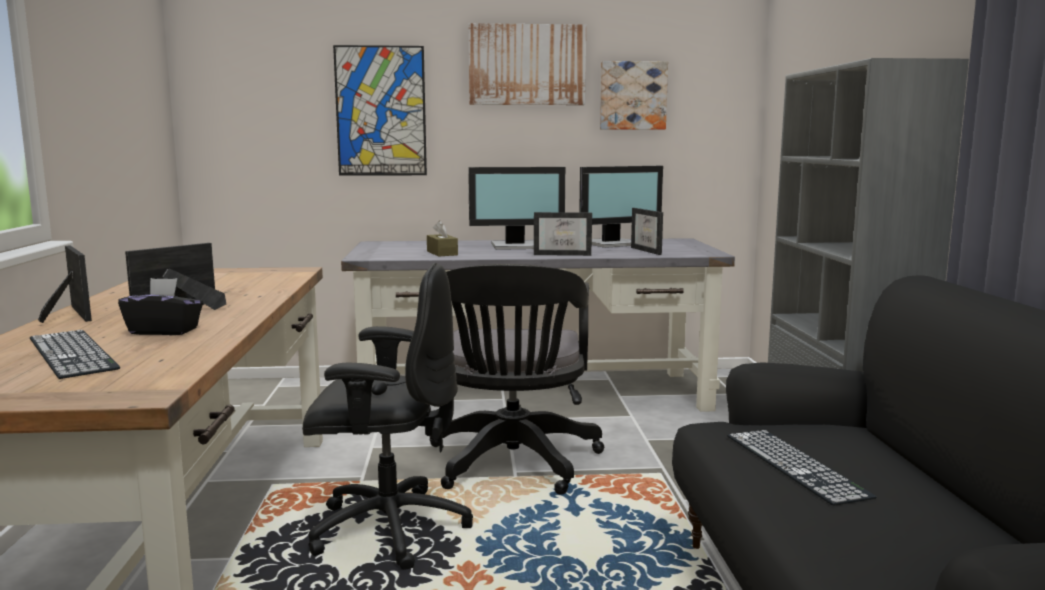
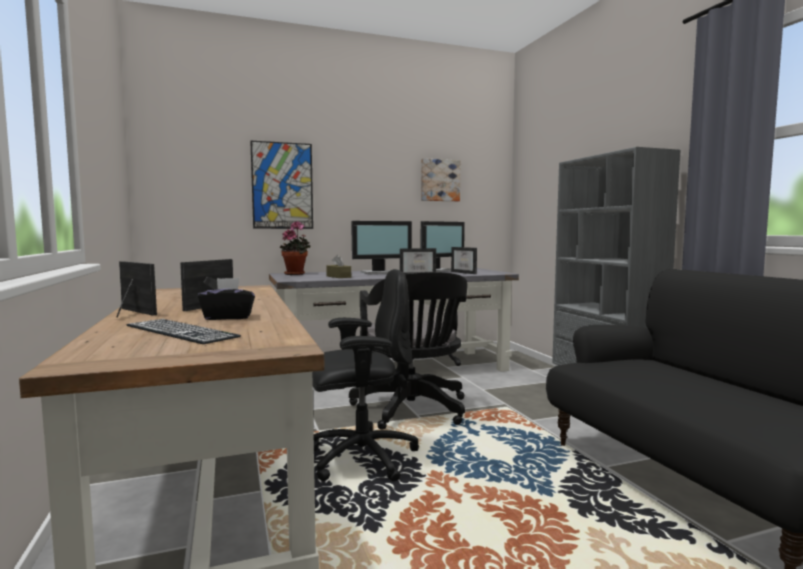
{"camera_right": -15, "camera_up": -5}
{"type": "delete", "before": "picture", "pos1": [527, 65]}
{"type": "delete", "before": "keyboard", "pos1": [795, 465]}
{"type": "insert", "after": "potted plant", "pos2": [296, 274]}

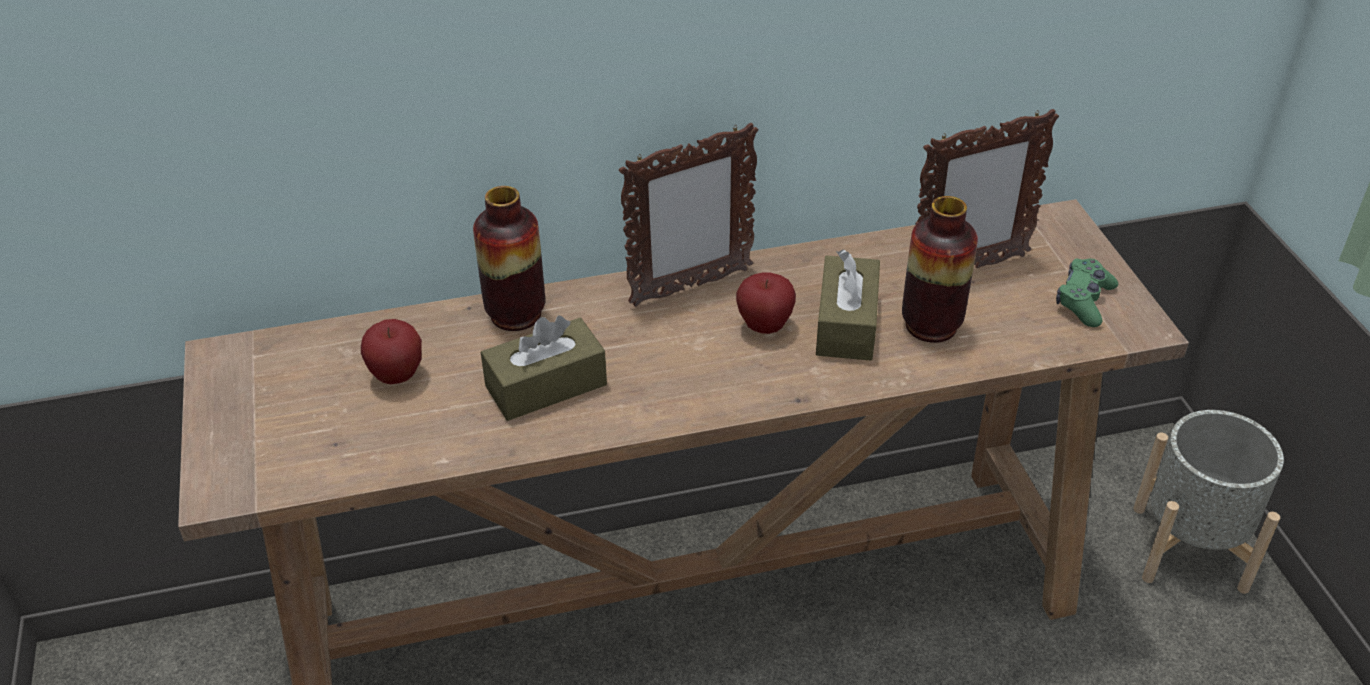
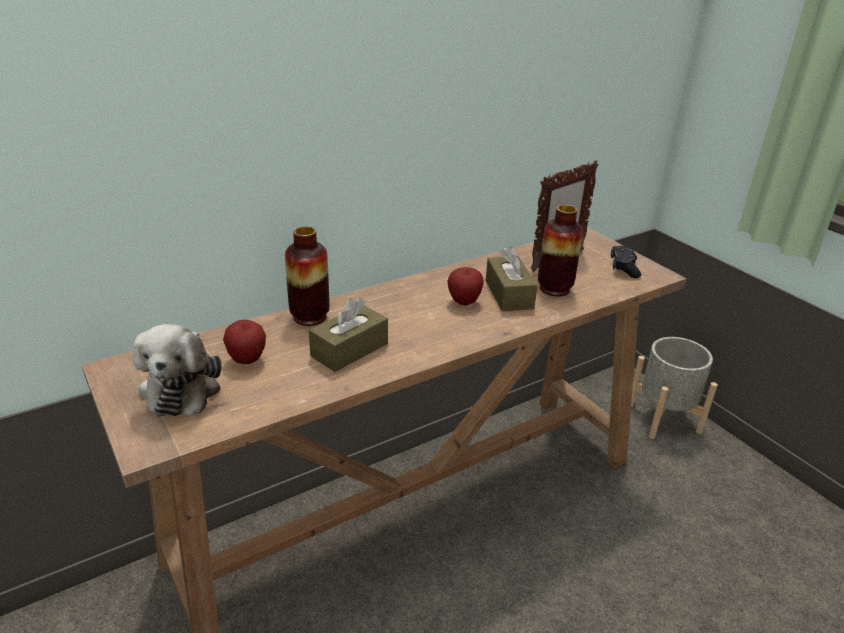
{"camera_right": -20, "camera_up": -10}
{"type": "delete", "before": "picture frame", "pos1": [689, 287]}
{"type": "insert", "after": "plush toy", "pos2": [182, 386]}
{"type": "recolor", "before": "green game controller", "after": "black game controller", "pos1": [1084, 301], "pos2": [624, 267]}

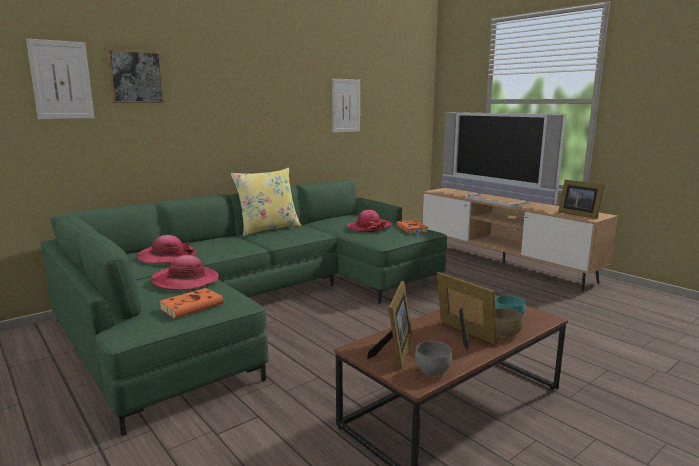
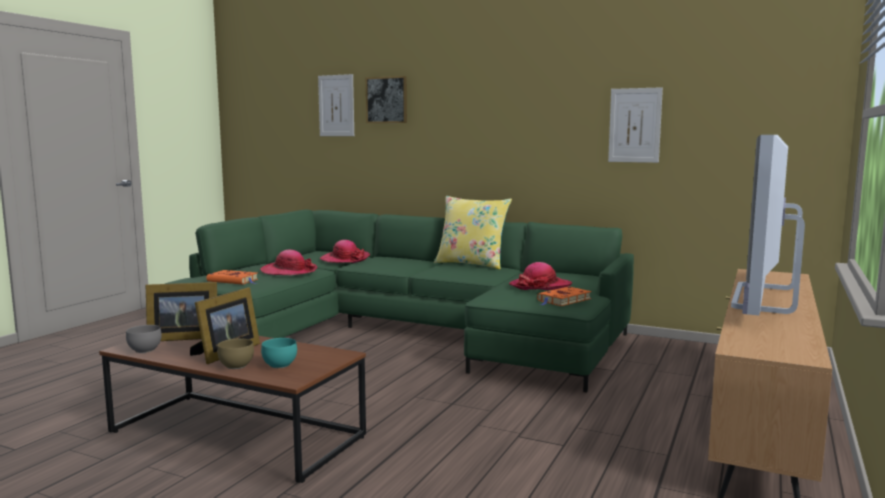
{"camera_right": 65, "camera_up": -5}
{"type": "delete", "before": "picture frame", "pos1": [578, 214]}

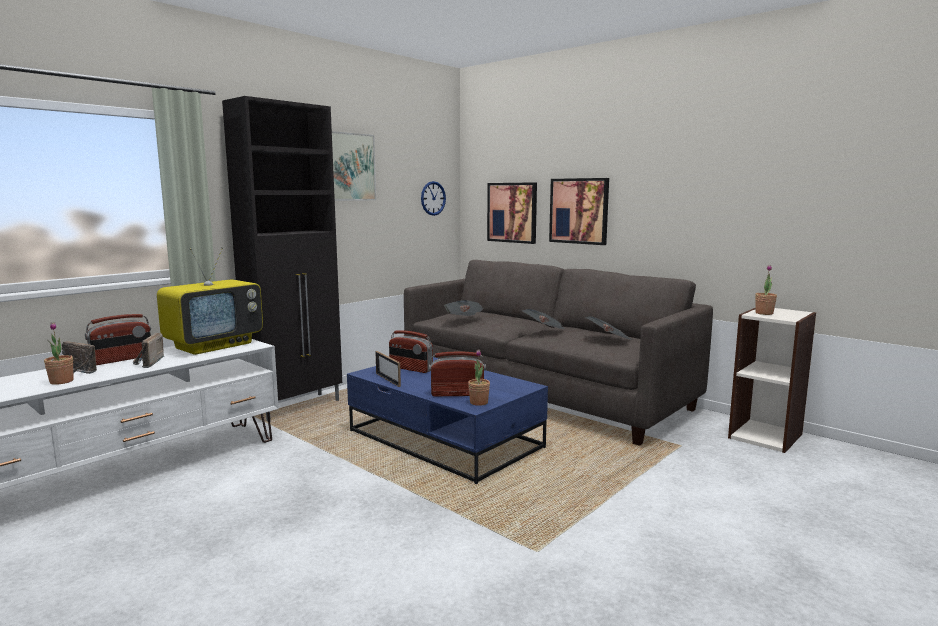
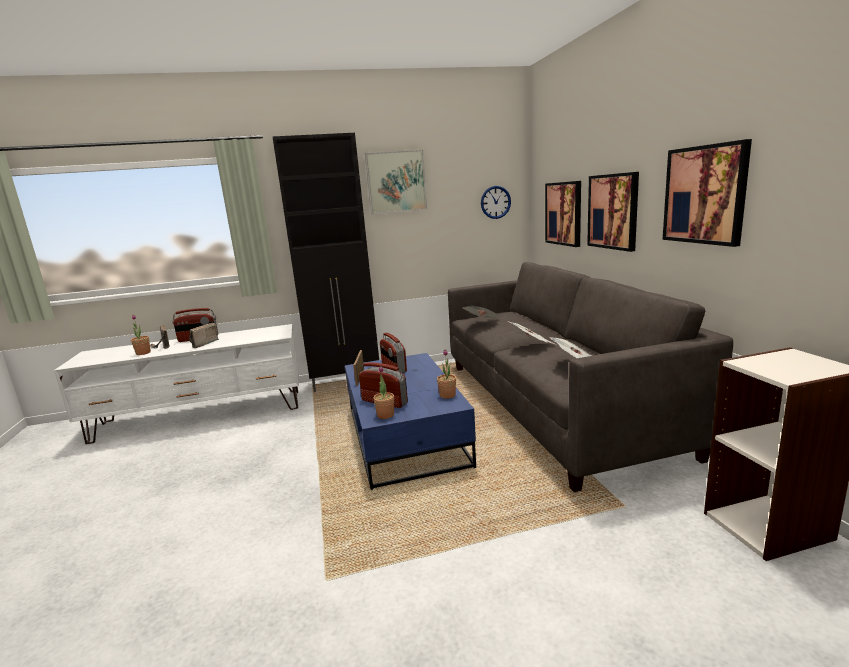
{"camera_right": 35, "camera_up": 5}
{"type": "delete", "before": "television", "pos1": [214, 345]}
{"type": "insert", "after": "picture", "pos2": [704, 195]}
{"type": "move", "before": "potted plant", "pos1": [764, 313], "pos2": [447, 395]}

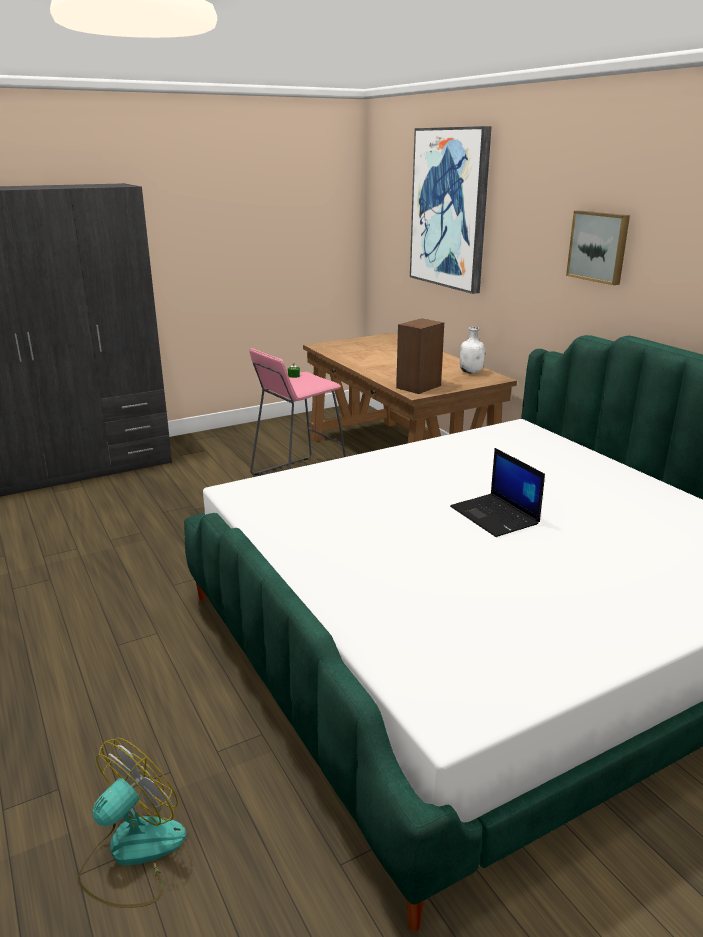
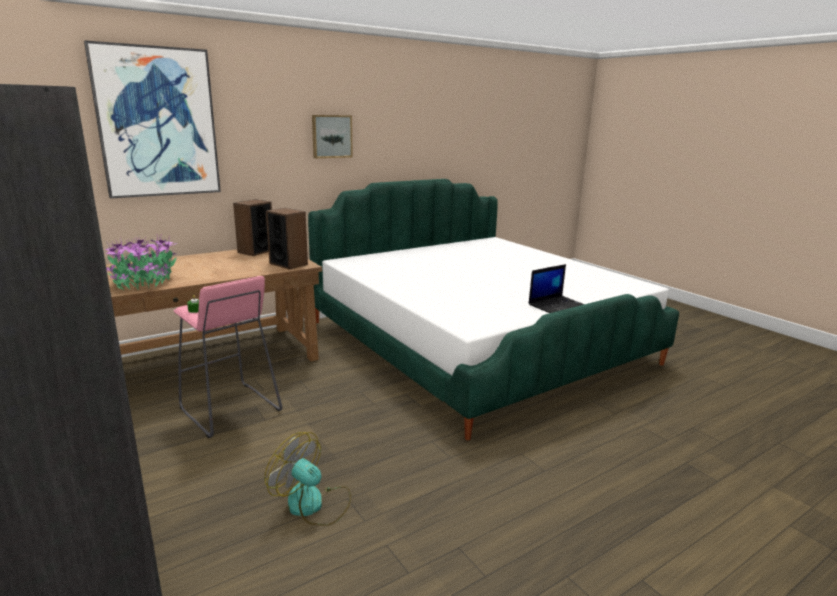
{"camera_right": -95, "camera_up": -5}
{"type": "insert", "after": "potted plant", "pos2": [144, 283]}
{"type": "move", "before": "fan", "pos1": [132, 854], "pos2": [313, 504]}
{"type": "move", "before": "laptop", "pos1": [495, 516], "pos2": [557, 305]}
{"type": "replace", "before": "white bottle", "after": "speaker", "pos1": [471, 372], "pos2": [255, 251]}

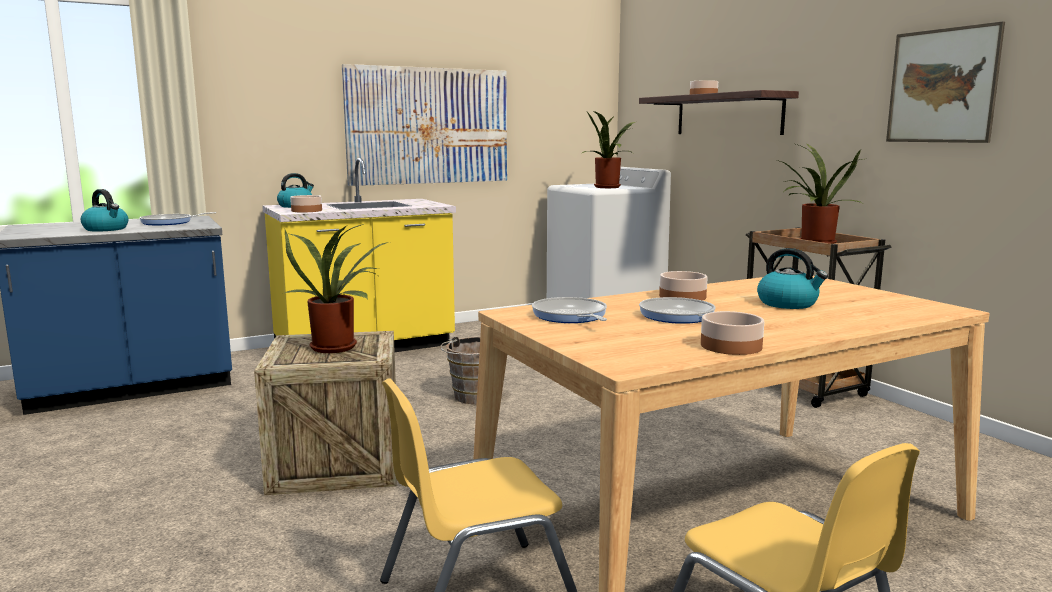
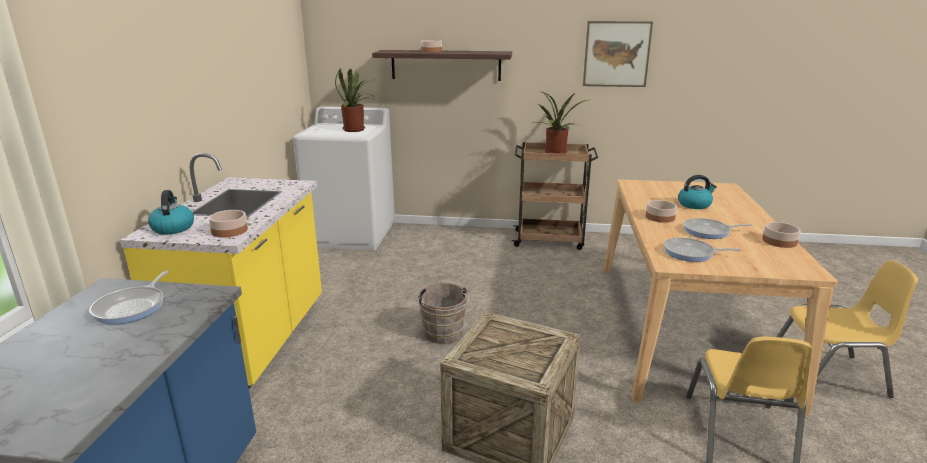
{"camera_right": -55, "camera_up": 10}
{"type": "delete", "before": "kettle", "pos1": [106, 229]}
{"type": "delete", "before": "potted plant", "pos1": [337, 346]}
{"type": "delete", "before": "picture", "pos1": [428, 126]}

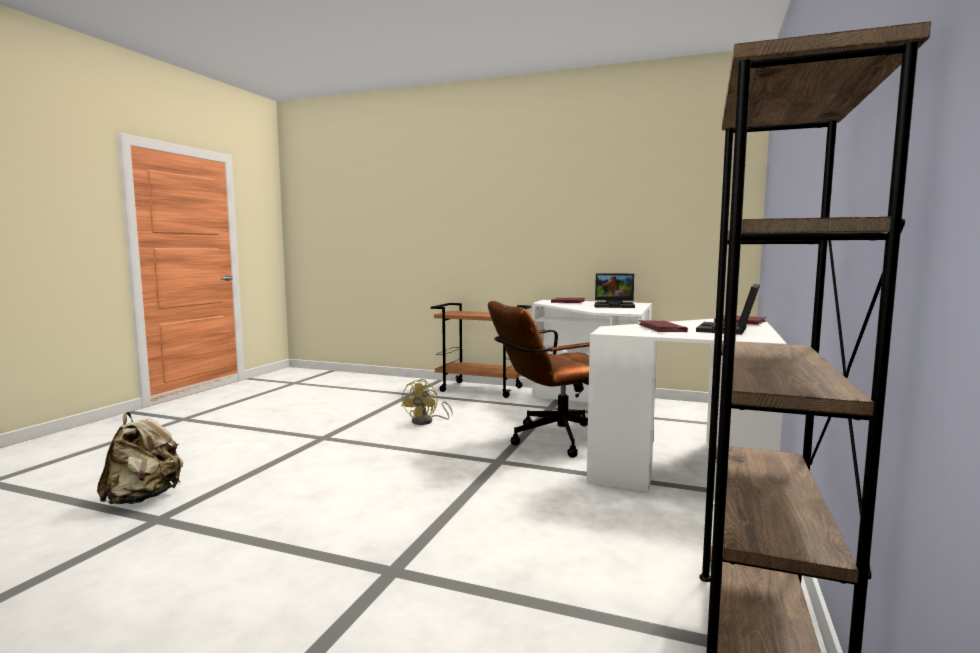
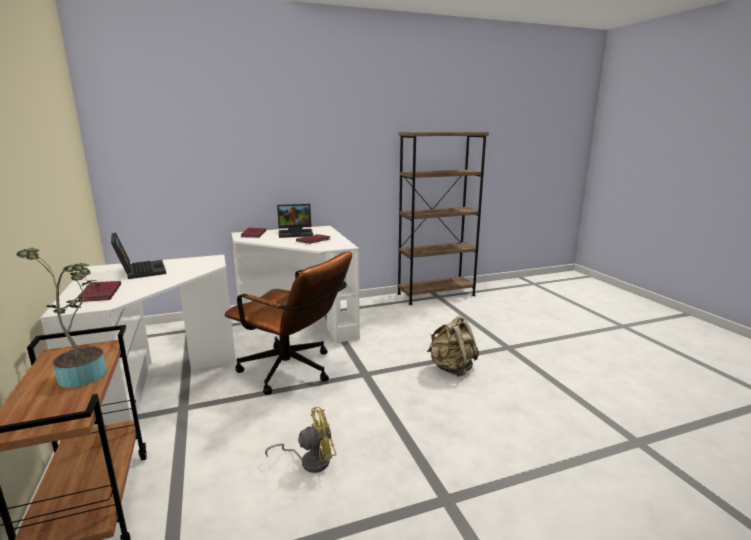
{"camera_right": -130, "camera_up": 10}
{"type": "insert", "after": "potted plant", "pos2": [85, 373]}
{"type": "move", "before": "beige backpack", "pos1": [143, 498], "pos2": [452, 368]}

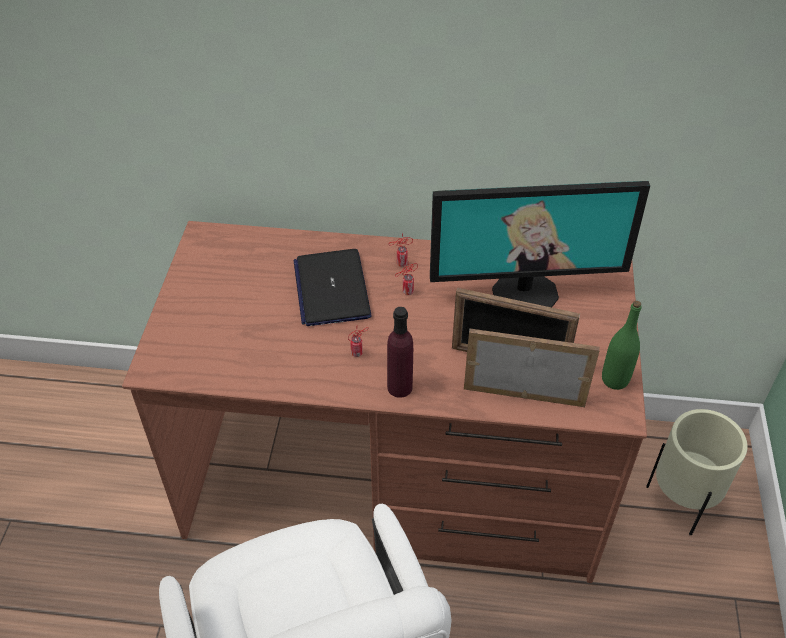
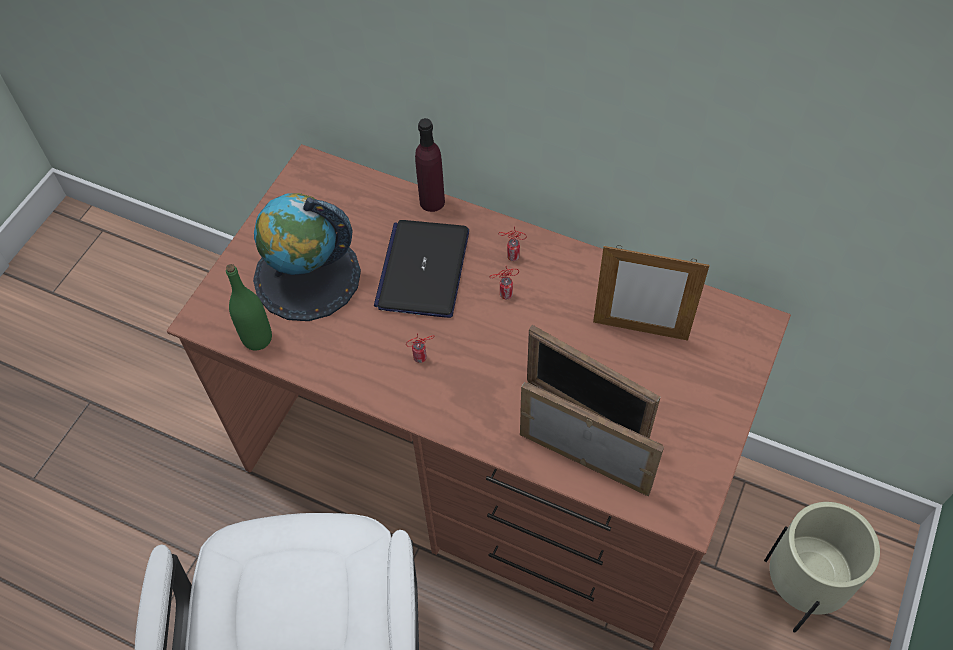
{"camera_right": 20, "camera_up": 10}
{"type": "insert", "after": "globe", "pos2": [307, 276]}
{"type": "move", "before": "purple bottle", "pos1": [399, 387], "pos2": [432, 201]}
{"type": "move", "before": "green bottle", "pos1": [615, 379], "pos2": [257, 338]}
{"type": "replace", "before": "monitor", "after": "picture frame", "pos1": [525, 292], "pos2": [640, 330]}

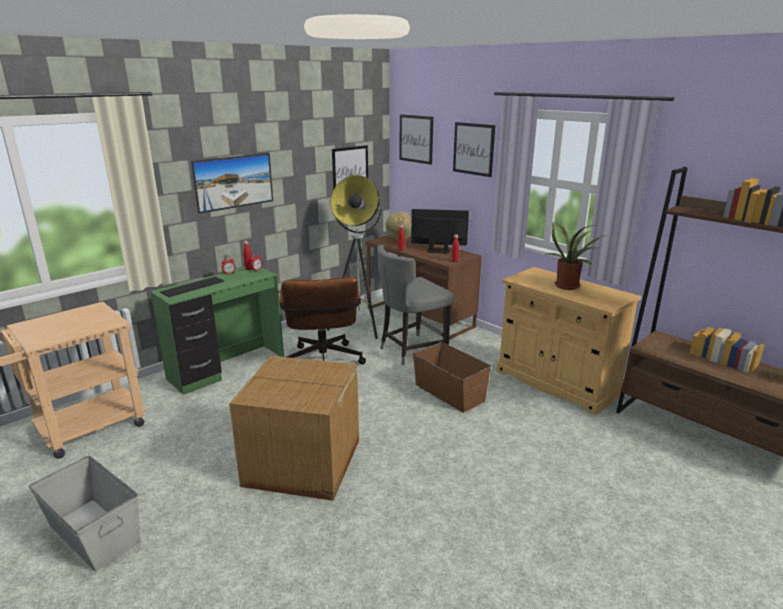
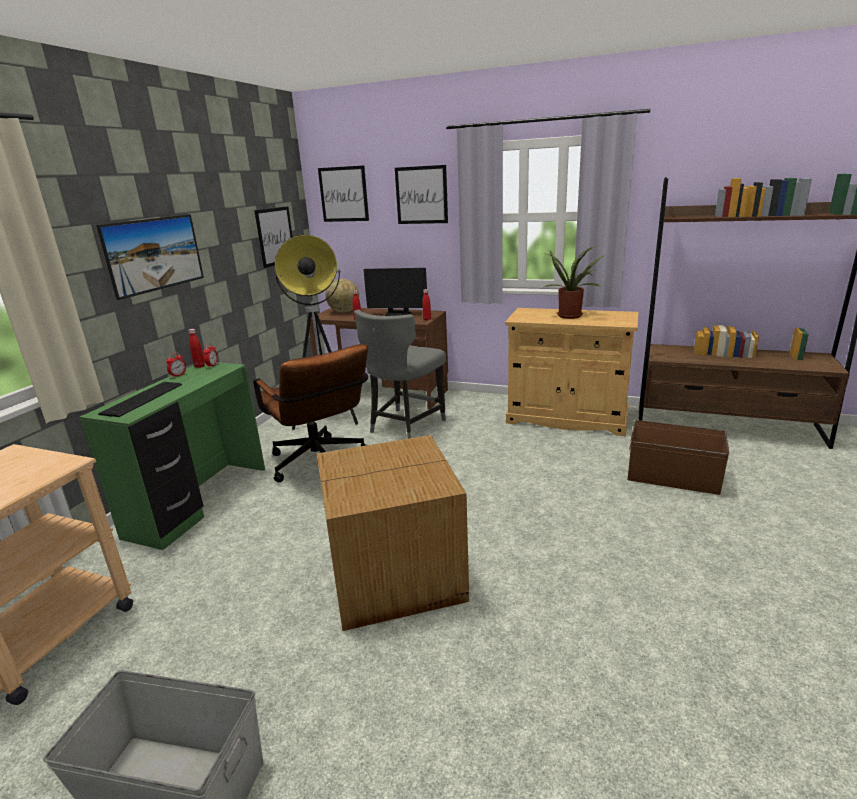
{"camera_right": -25, "camera_up": 0}
{"type": "move", "before": "brown storage box", "pos1": [449, 392], "pos2": [672, 477]}
{"type": "rotate", "before": "monitor", "pos1": [438, 251], "pos2": [398, 314], "turn": -150}

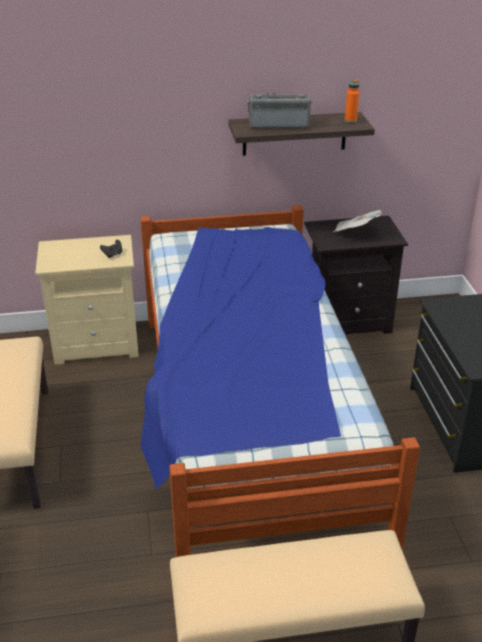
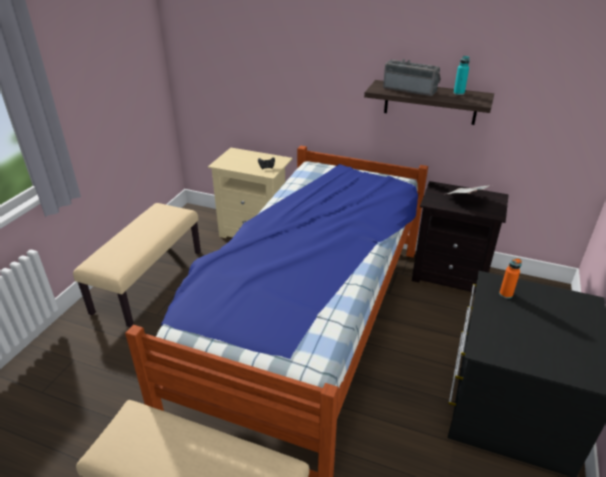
{"camera_right": 30, "camera_up": 0}
{"type": "insert", "after": "turquoise bottle", "pos2": [458, 93]}
{"type": "move", "before": "orange bottle", "pos1": [350, 120], "pos2": [506, 294]}

